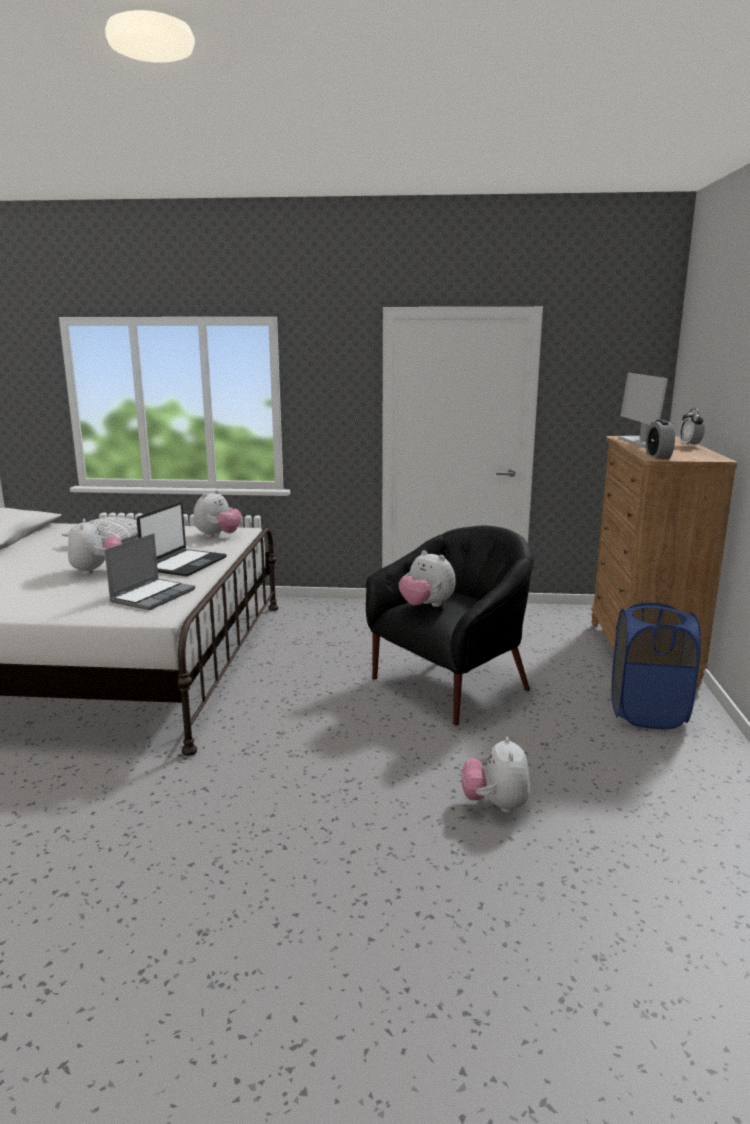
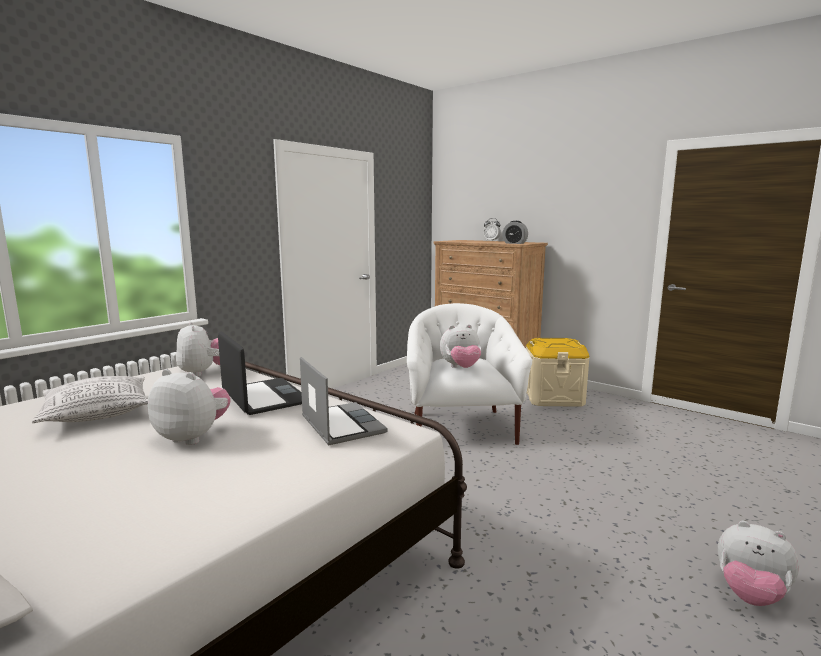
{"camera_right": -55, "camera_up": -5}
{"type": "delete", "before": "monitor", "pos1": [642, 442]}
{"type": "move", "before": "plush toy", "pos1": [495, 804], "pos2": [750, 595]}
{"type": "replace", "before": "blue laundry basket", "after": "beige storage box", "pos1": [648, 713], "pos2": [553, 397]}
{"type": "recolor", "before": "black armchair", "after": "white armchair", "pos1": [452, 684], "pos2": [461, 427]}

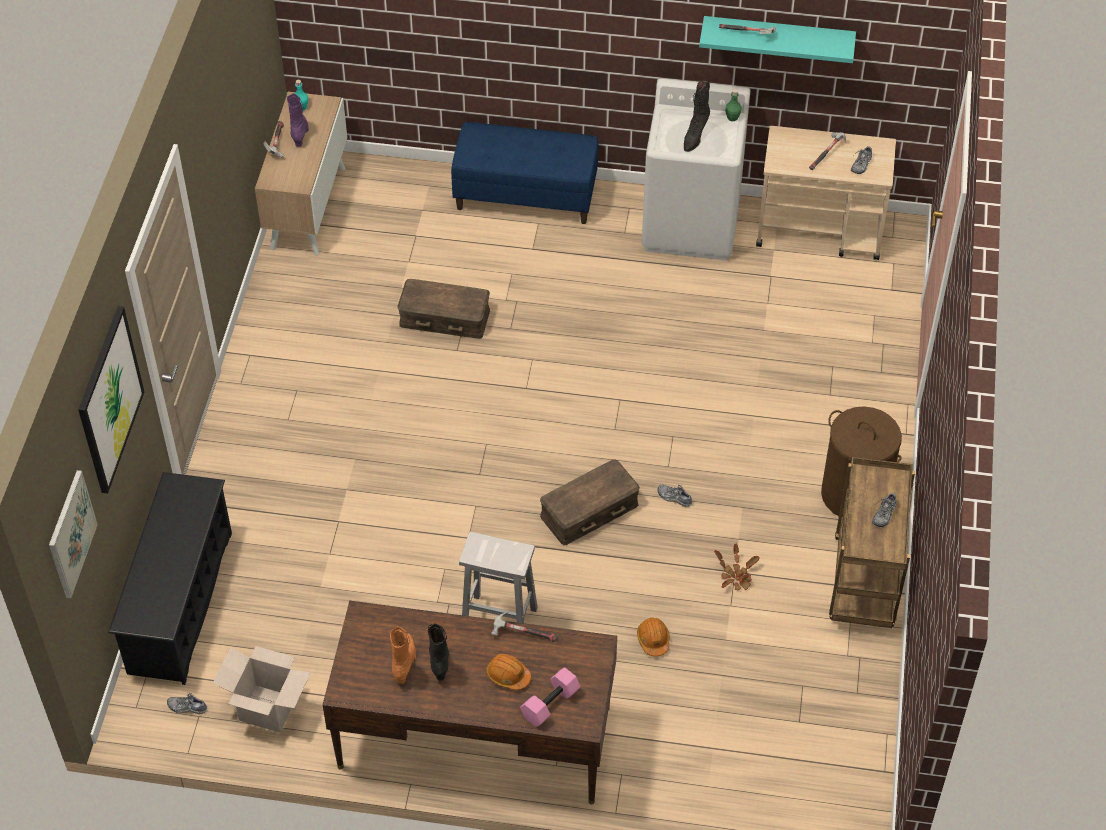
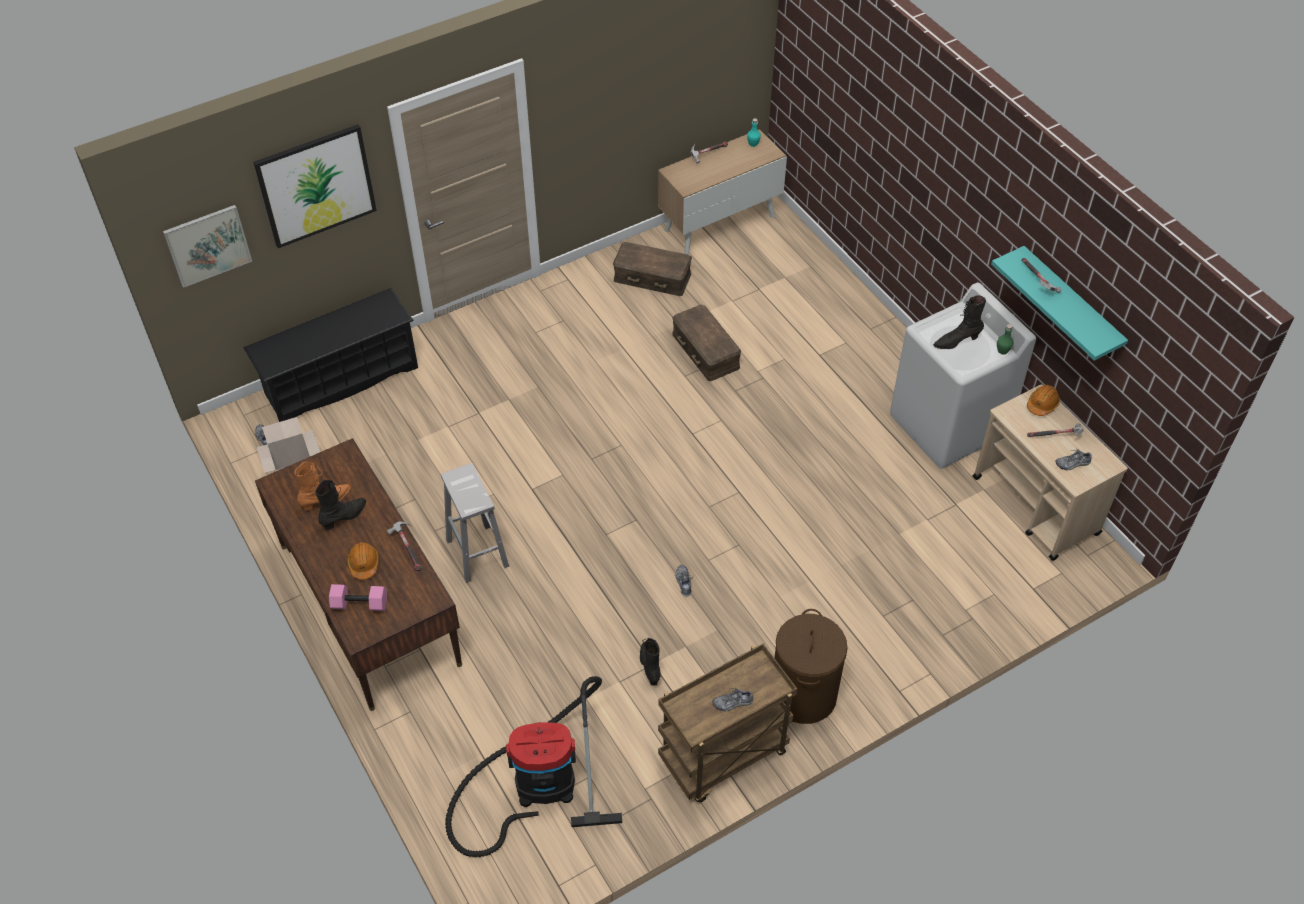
{"camera_right": 50, "camera_up": 0}
{"type": "delete", "before": "purple boot", "pos1": [300, 133]}
{"type": "delete", "before": "blue bench", "pos1": [526, 196]}
{"type": "insert", "after": "vacuum cleaner", "pos2": [537, 786]}
{"type": "move", "before": "brown storage box", "pos1": [589, 510], "pos2": [652, 276]}
{"type": "move", "before": "orange hard hat", "pos1": [653, 640], "pos2": [1042, 404]}
{"type": "replace", "before": "potted plant", "after": "black boot", "pos1": [736, 576], "pos2": [650, 667]}

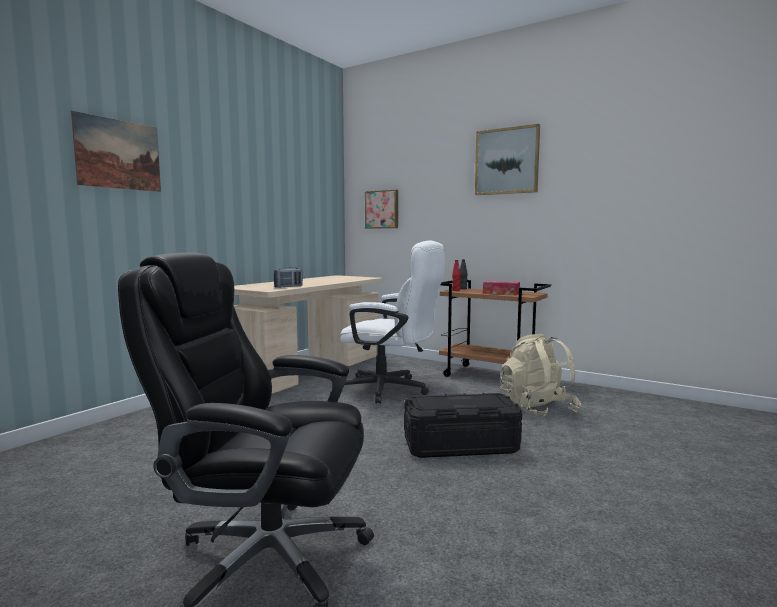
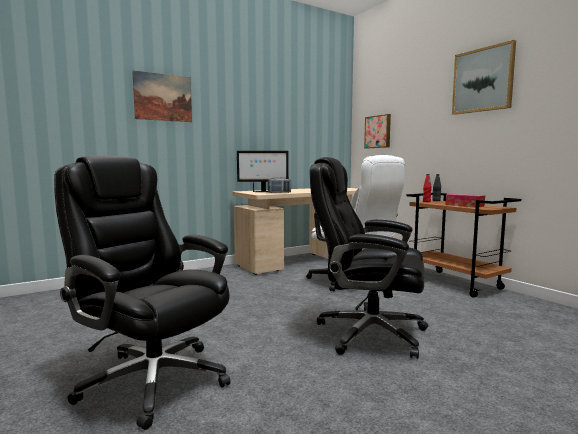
{"camera_right": 25, "camera_up": 0}
{"type": "delete", "before": "beige backpack", "pos1": [537, 409]}
{"type": "insert", "after": "monitor", "pos2": [263, 192]}
{"type": "replace", "before": "black storage box", "after": "black office chair", "pos1": [460, 445], "pos2": [368, 333]}

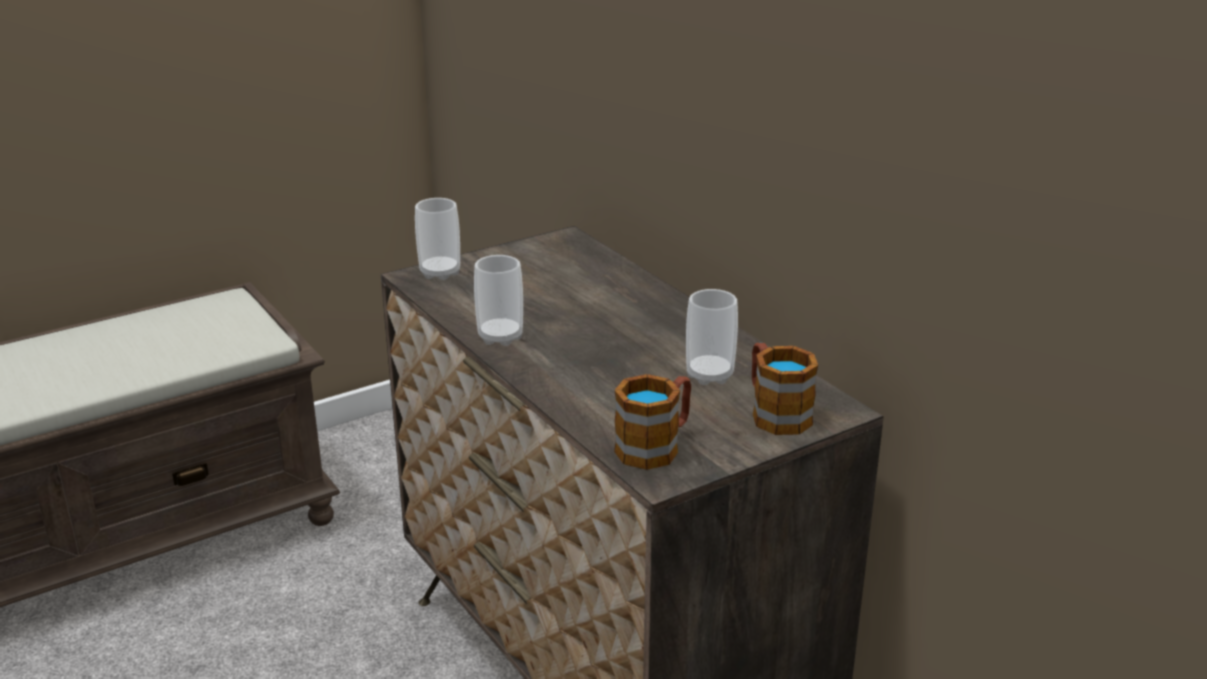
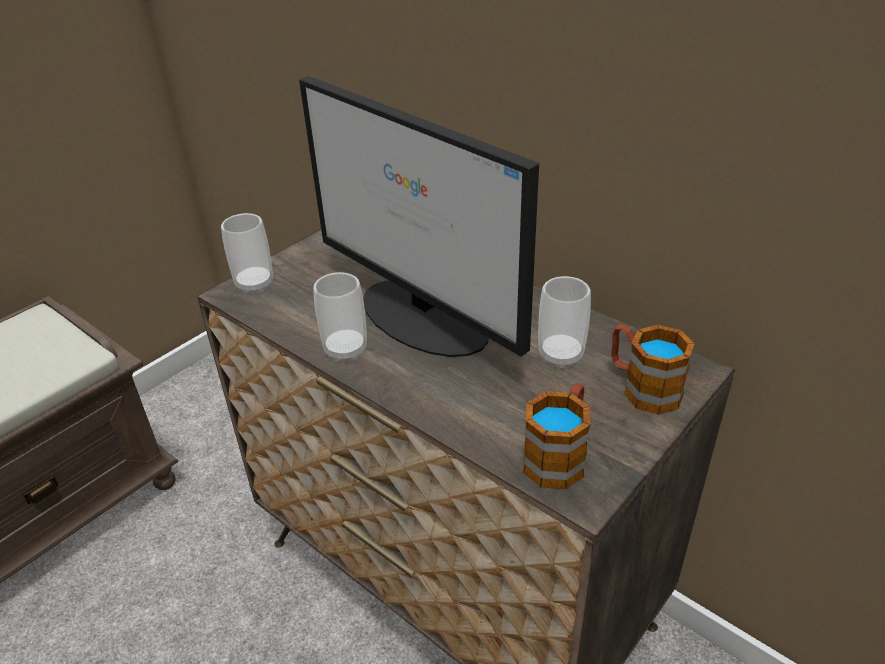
{"camera_right": -15, "camera_up": 10}
{"type": "insert", "after": "monitor", "pos2": [425, 318]}

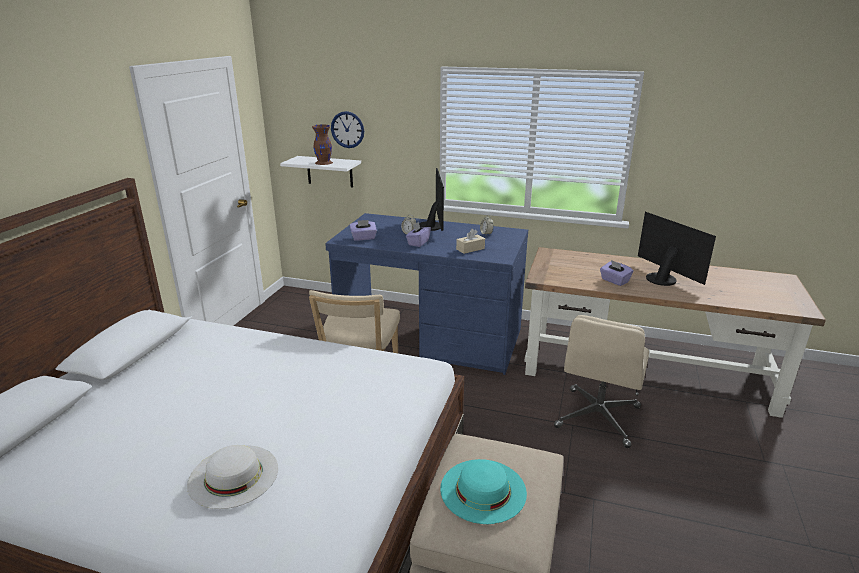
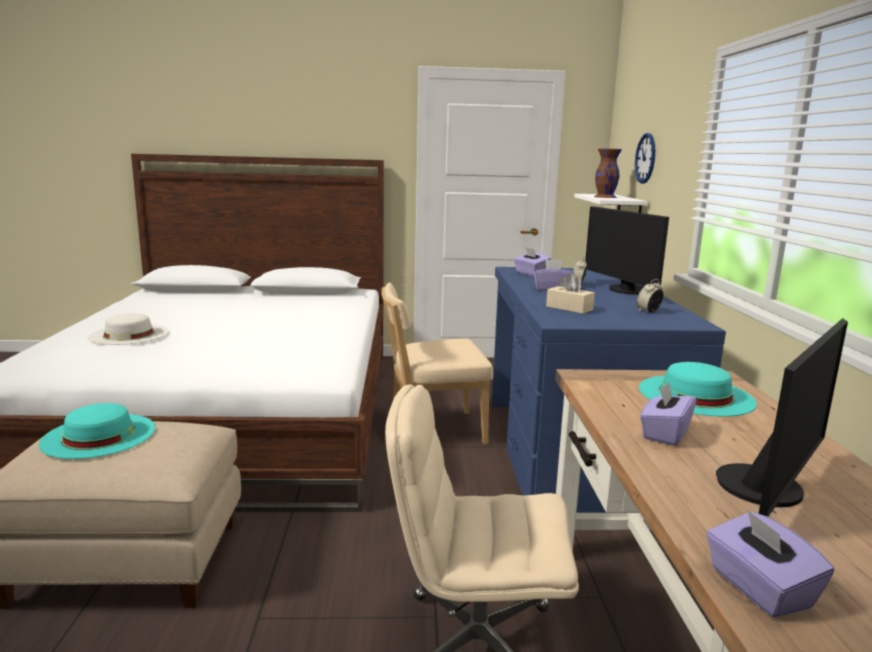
{"camera_right": 70, "camera_up": -10}
{"type": "insert", "after": "turquoise hat", "pos2": [695, 395]}
{"type": "insert", "after": "purple tissue box", "pos2": [758, 588]}
{"type": "rotate", "before": "monitor", "pos1": [433, 226], "pos2": [625, 290], "turn": 90}

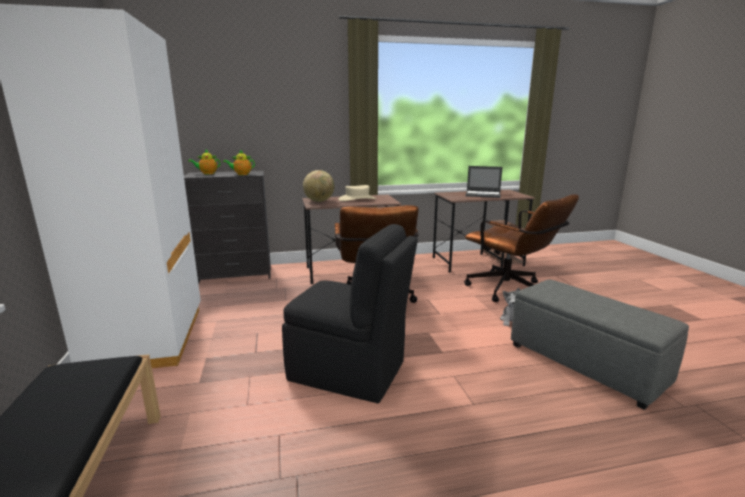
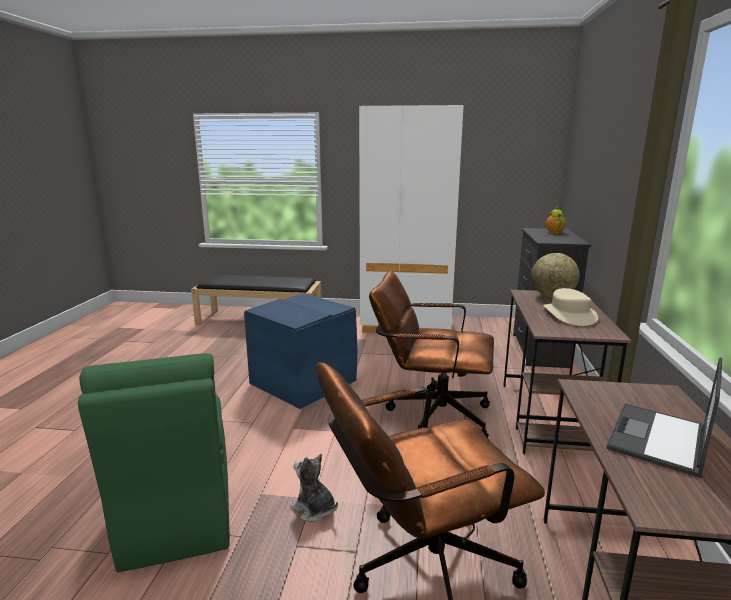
{"camera_right": 110, "camera_up": 0}
{"type": "delete", "before": "teapot", "pos1": [241, 174]}
{"type": "replace", "before": "black chair", "after": "blue storage box", "pos1": [350, 372], "pos2": [303, 381]}
{"type": "replace", "before": "grey ottoman", "after": "green chair", "pos1": [586, 364], "pos2": [177, 518]}

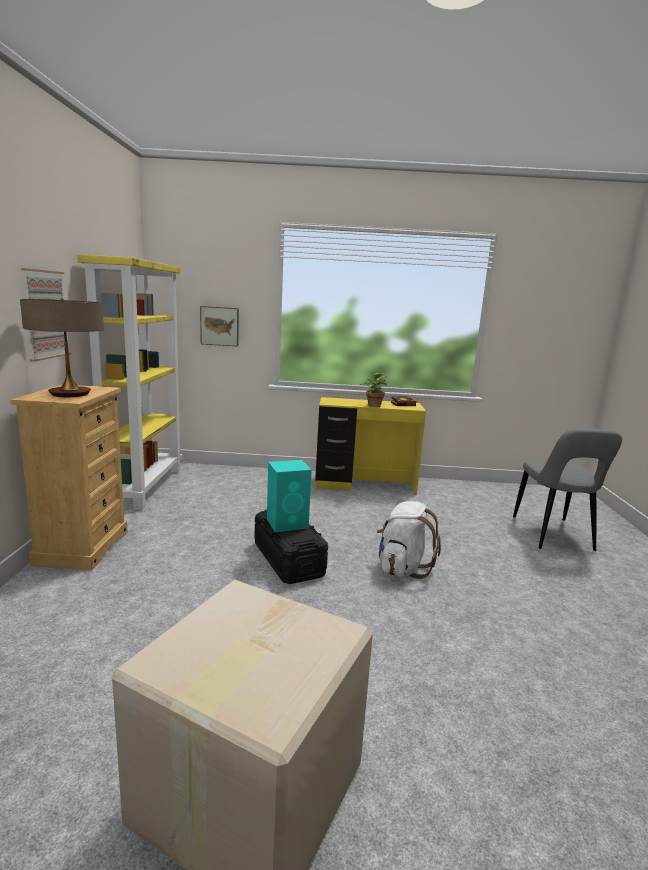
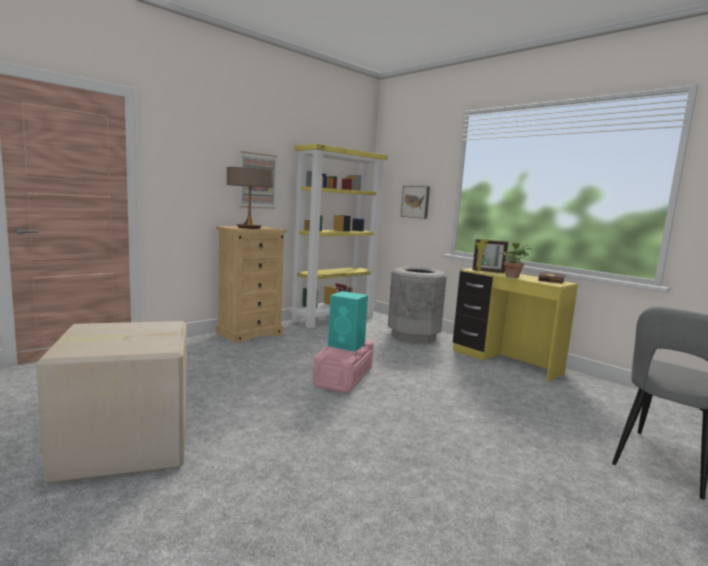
{"camera_right": 45, "camera_up": -5}
{"type": "delete", "before": "white backpack", "pos1": [402, 568]}
{"type": "insert", "after": "grey trash can", "pos2": [414, 336]}
{"type": "insert", "after": "picture frame", "pos2": [488, 271]}
{"type": "recolor", "before": "black storage box", "after": "pink storage box", "pos1": [288, 559], "pos2": [344, 377]}

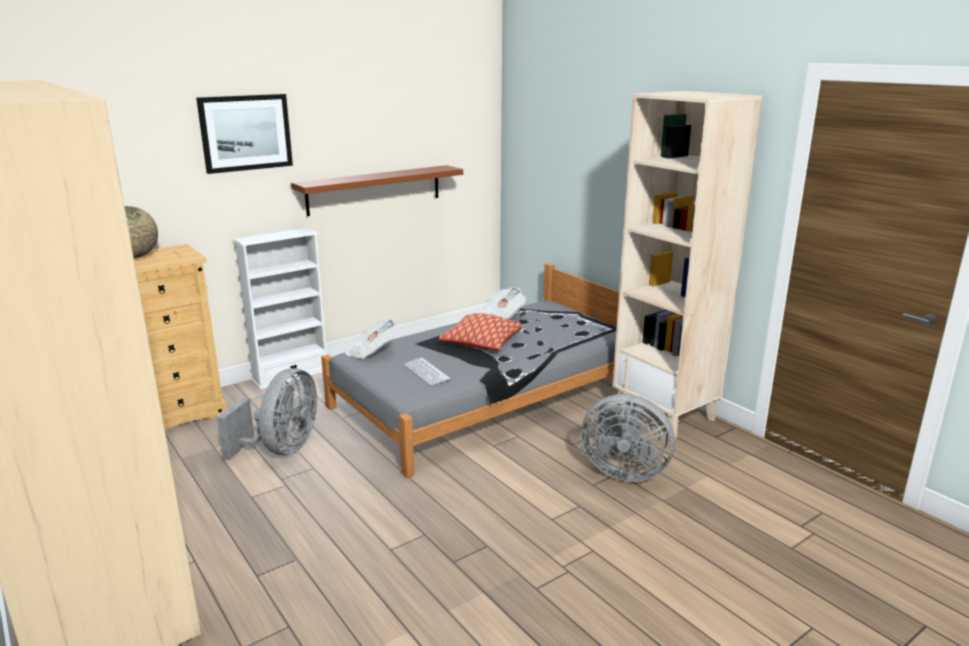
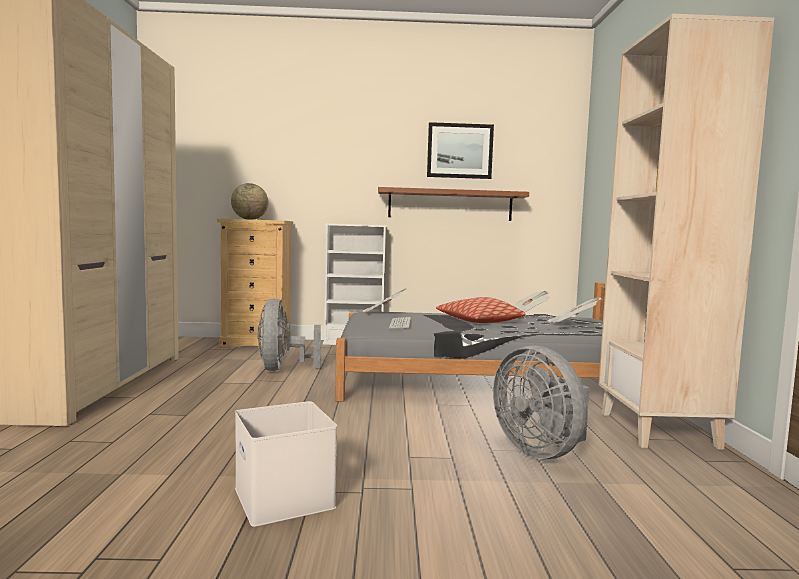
{"camera_right": 35, "camera_up": -15}
{"type": "insert", "after": "white storage box", "pos2": [281, 497]}
{"type": "insert", "after": "newspaper", "pos2": [572, 323]}
{"type": "move", "before": "picture", "pos1": [246, 133], "pos2": [459, 151]}
{"type": "rotate", "before": "grey fan", "pos1": [282, 449], "pos2": [283, 369], "turn": 120}

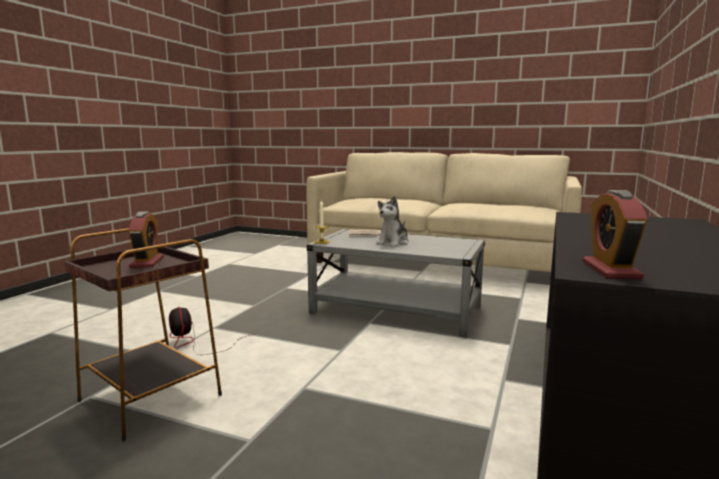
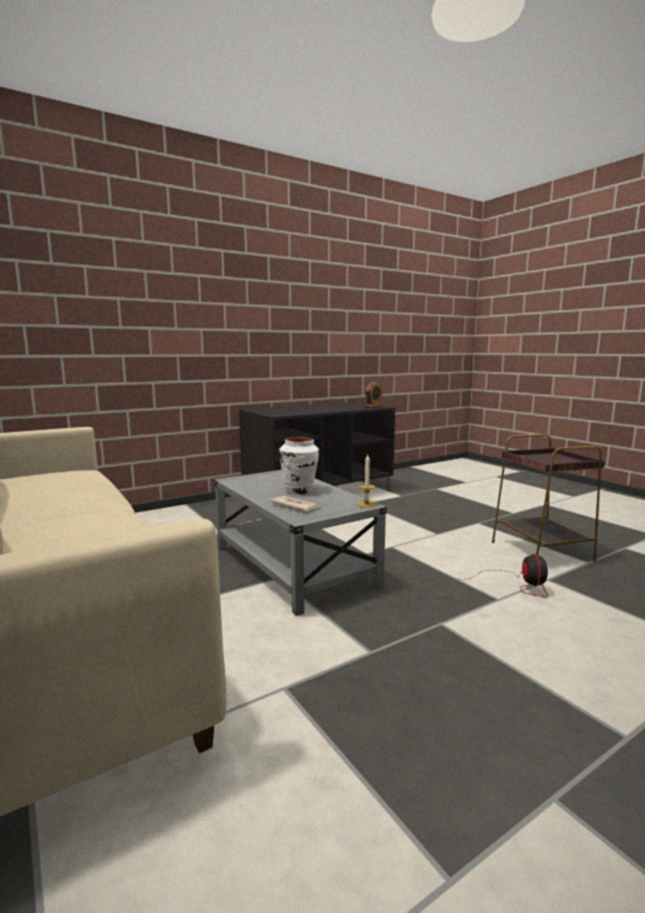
{"camera_right": -145, "camera_up": 0}
{"type": "delete", "before": "alarm clock", "pos1": [147, 262]}
{"type": "replace", "before": "plush toy", "after": "white vase", "pos1": [393, 243], "pos2": [299, 491]}

